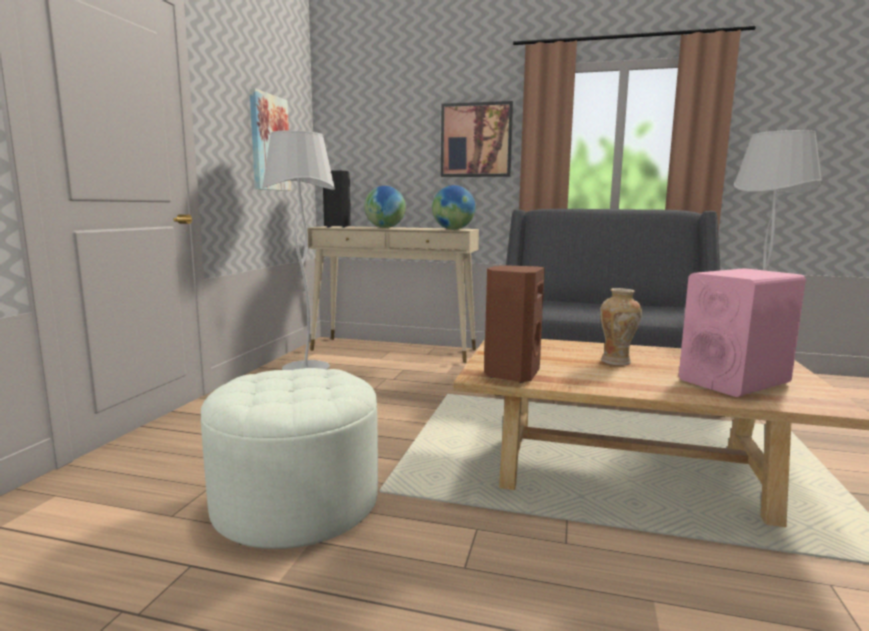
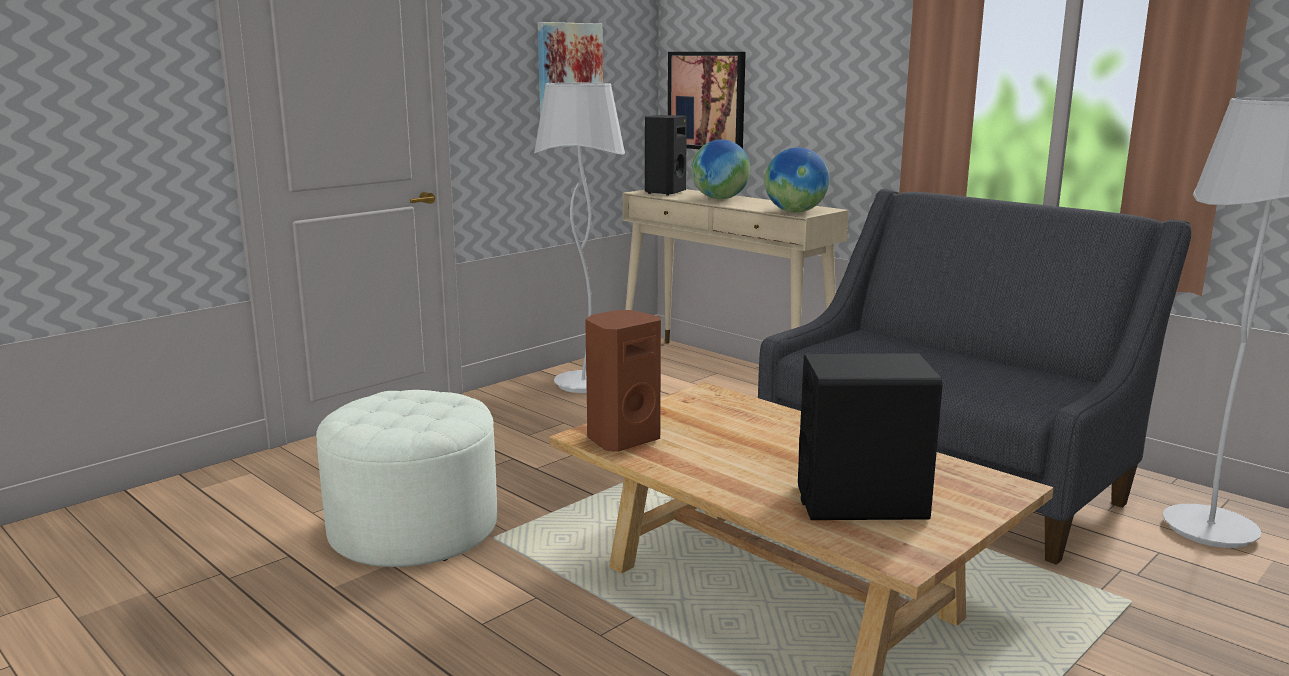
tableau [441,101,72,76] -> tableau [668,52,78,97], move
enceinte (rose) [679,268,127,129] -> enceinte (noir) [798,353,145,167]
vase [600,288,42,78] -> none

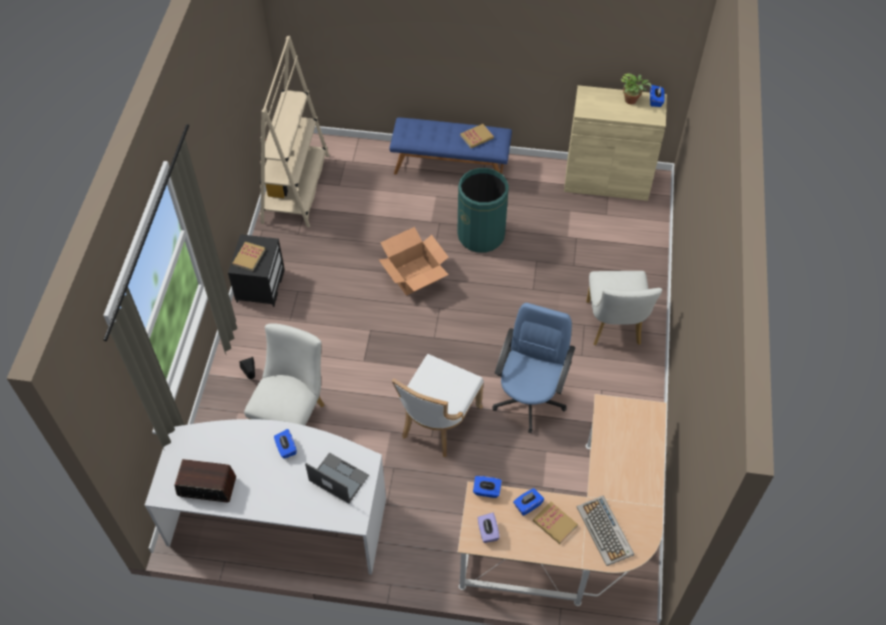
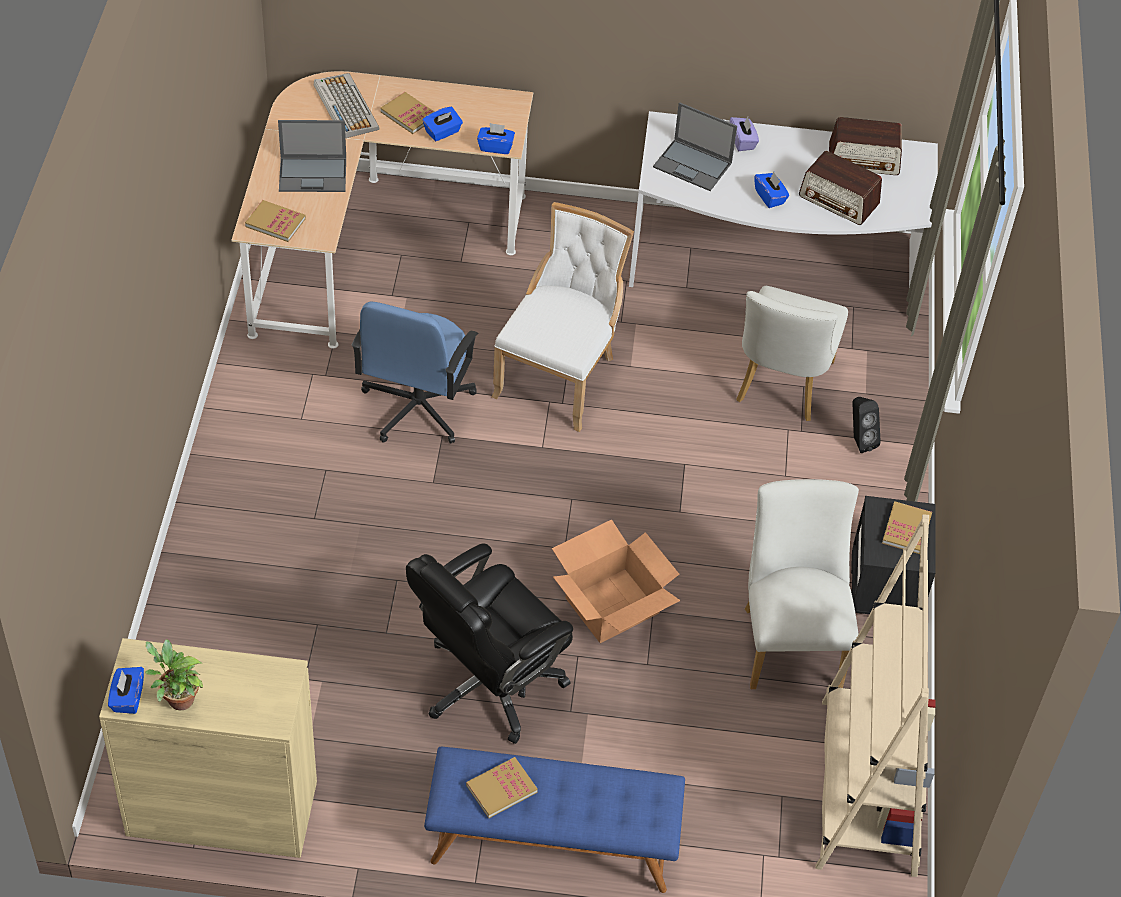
none -> livre [245,200,61,42]
none -> ordinateur portable [278,120,68,72]
poubelle (vert) [457,168,52,85] -> chaise de bureau (noir) [406,544,167,200]
boîte à mouchoirs (violet) [478,513,22,30] -> boîte à mouchoirs (violet) [730,117,29,34], move
chaise (blanc) [586,271,76,74] -> chaise (blanc) [745,479,114,210], move
none -> radio [799,151,83,74]

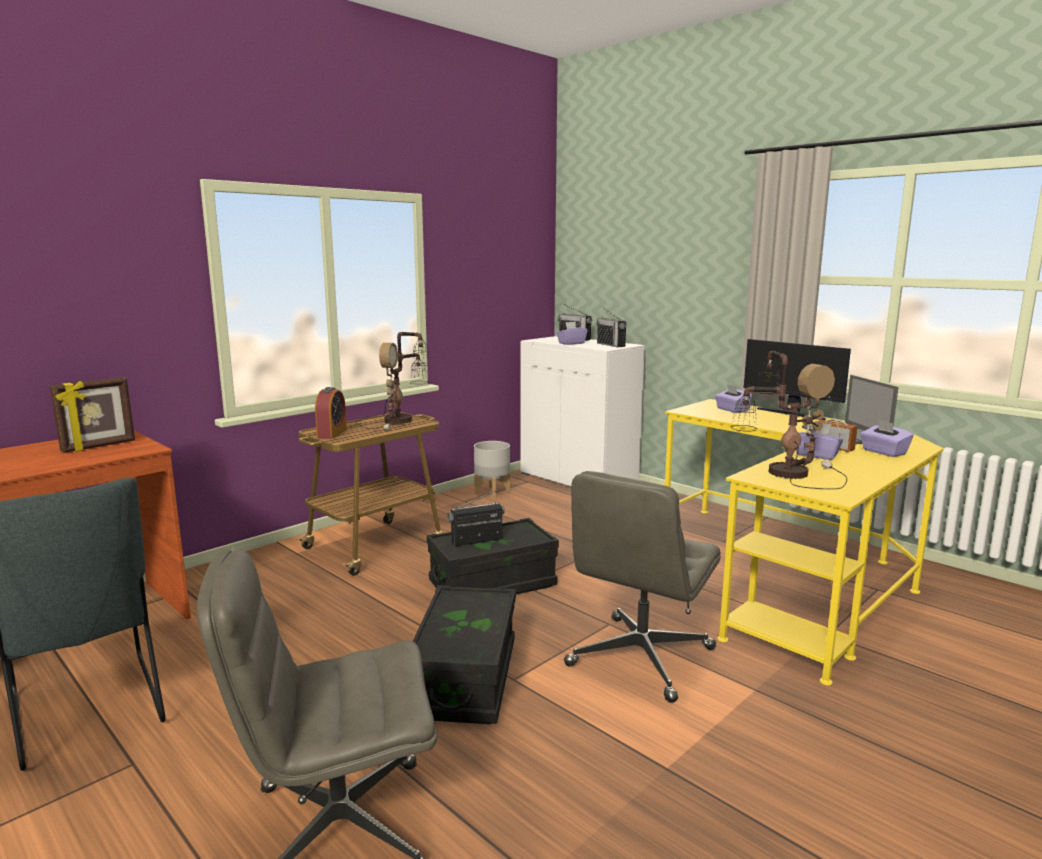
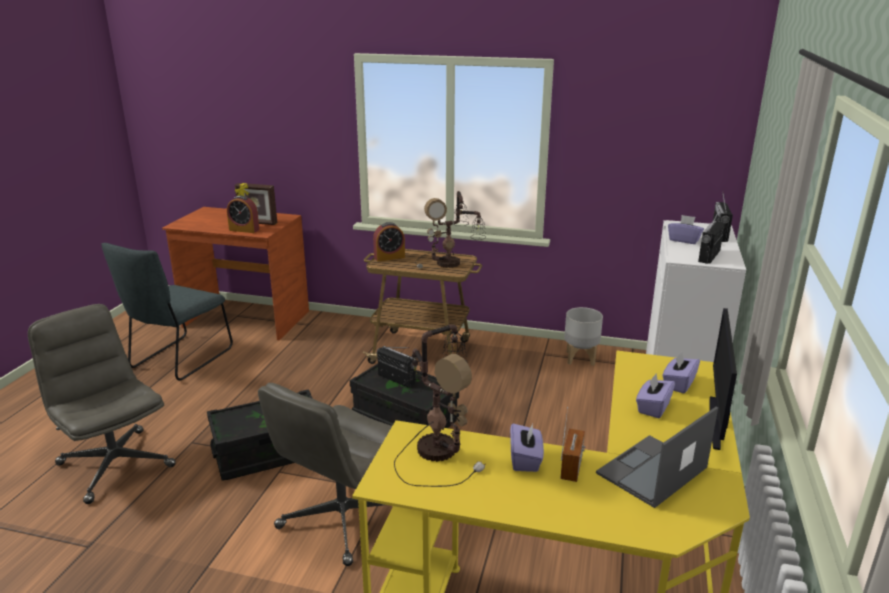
none -> réveil [227,195,33,38]
chaise de bureau (gris) [564,471,157,232] -> chaise de bureau (gris) [258,383,134,183], 60 degrees counterclockwise
boîte à mouchoirs (violet) [860,419,54,38] -> boîte à mouchoirs (violet) [636,373,39,45], move

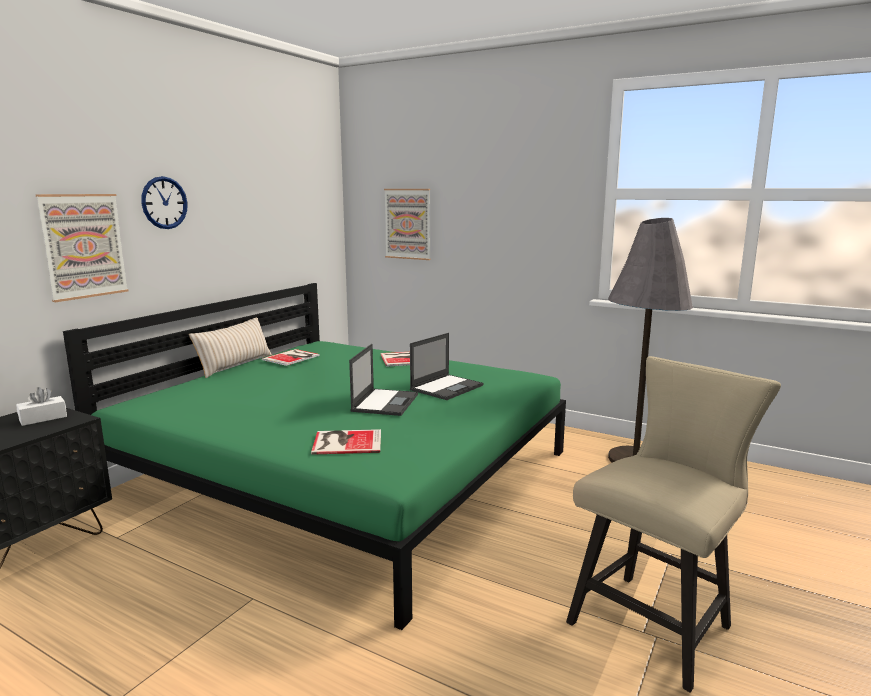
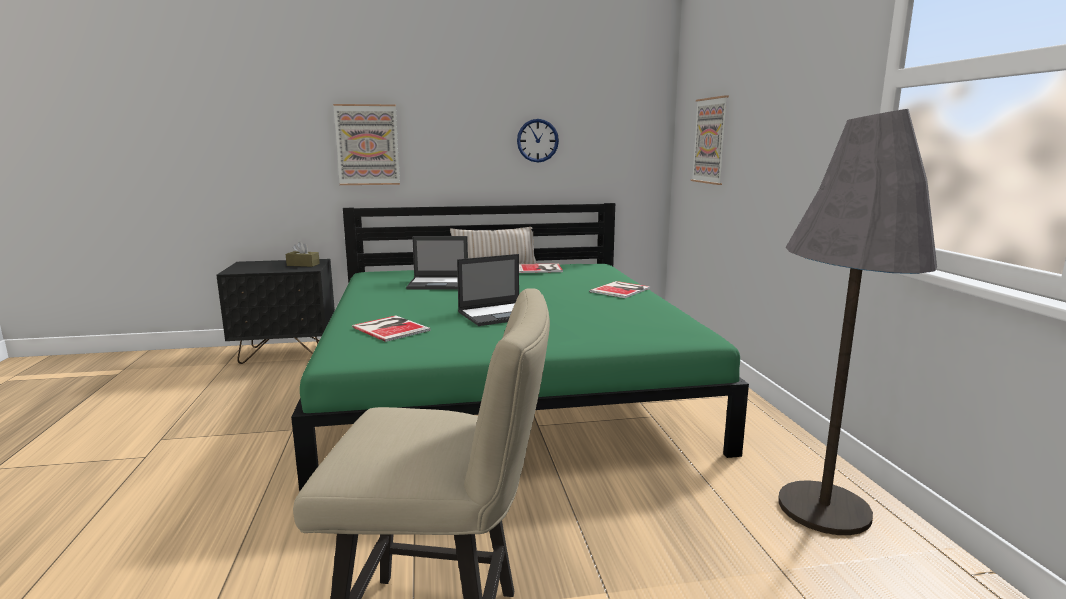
boîte à mouchoirs (blanc) [16,387,51,39] -> boîte à mouchoirs (marron) [286,241,34,26]
ordinateur portable [410,333,73,67] -> ordinateur portable [406,236,62,53], move
horloge murale [141,176,47,53] -> horloge murale [517,119,42,43], move

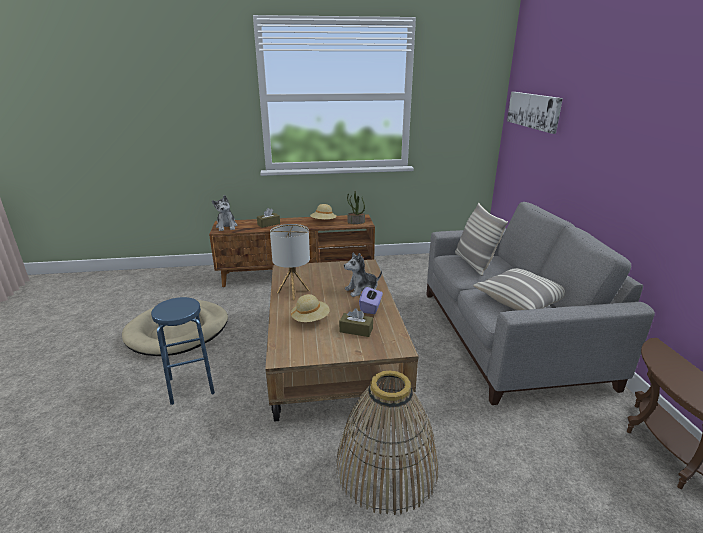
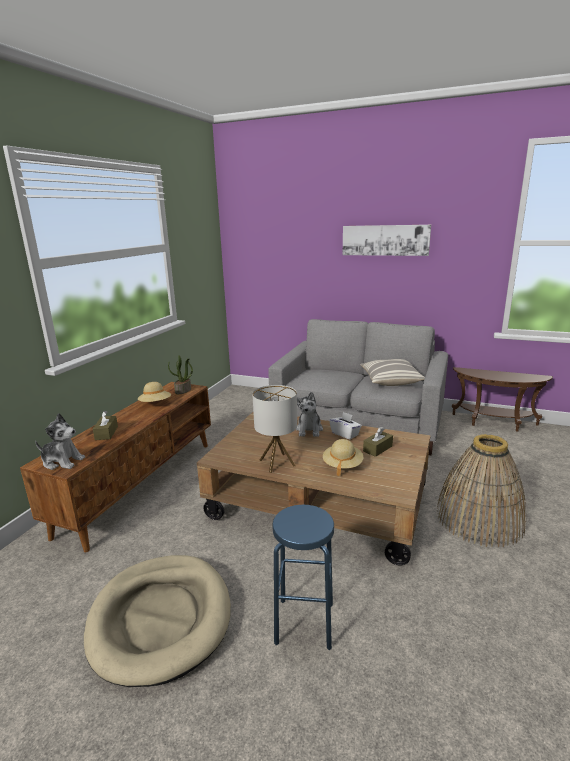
boîte à mouchoirs (violet) [359,287,24,27] -> boîte à mouchoirs (blanc) [329,412,33,27]
tableau [507,92,56,42] -> tableau [343,225,88,31], move
coussin [455,203,53,73] -> none

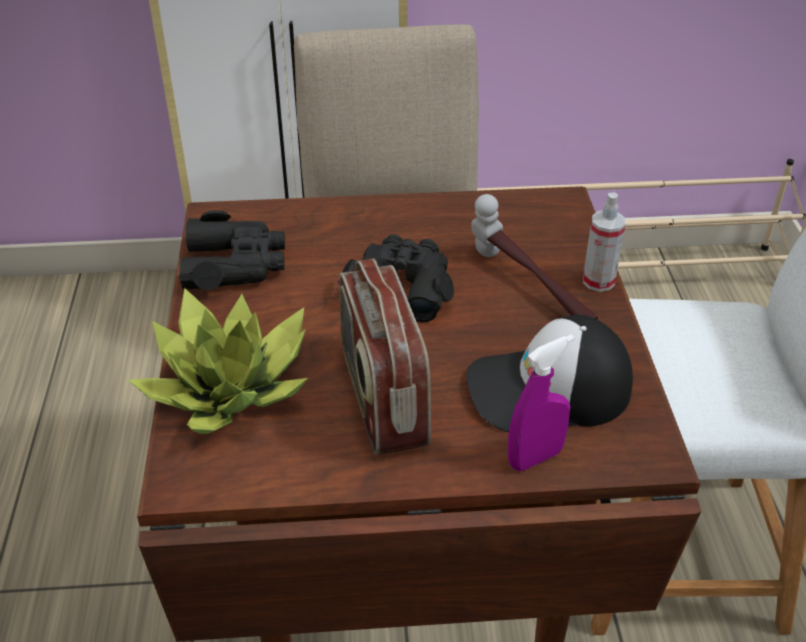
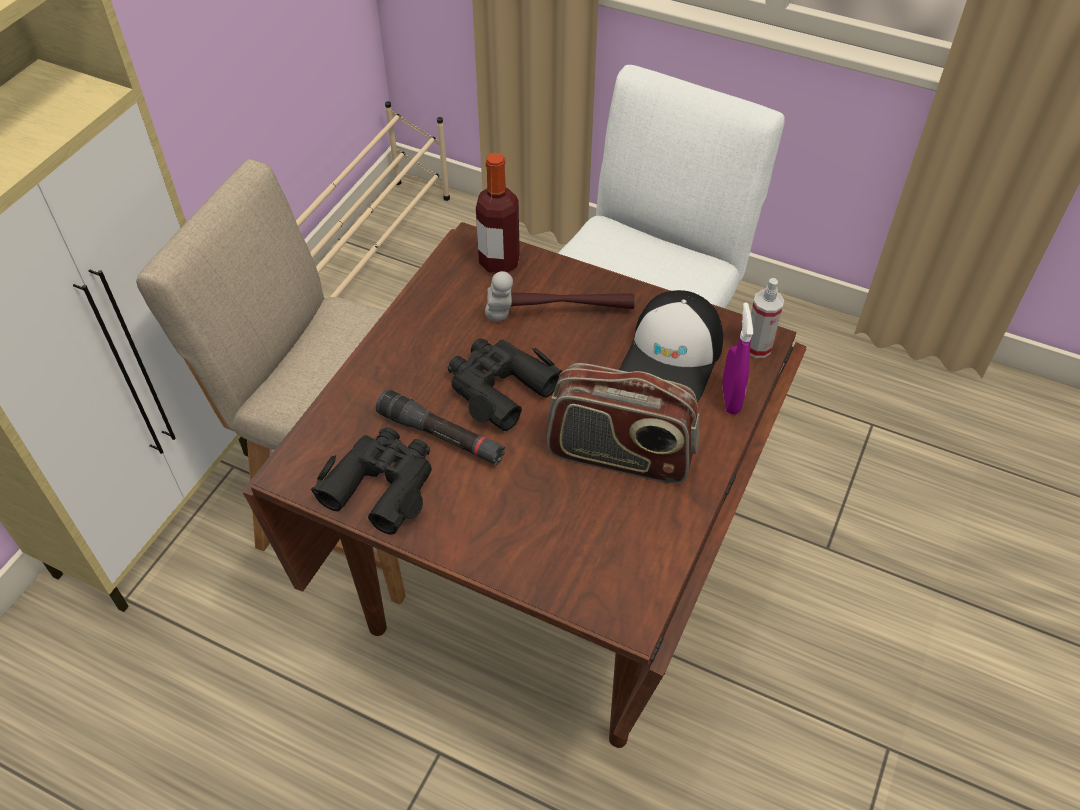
none -> lampe de poche (noir) [376,389,129,76]
none -> bouteille [476,153,44,121]
vaporisateur [583,192,43,100] -> vaporisateur [750,278,34,80], move
plante en pot [128,288,180,146] -> none

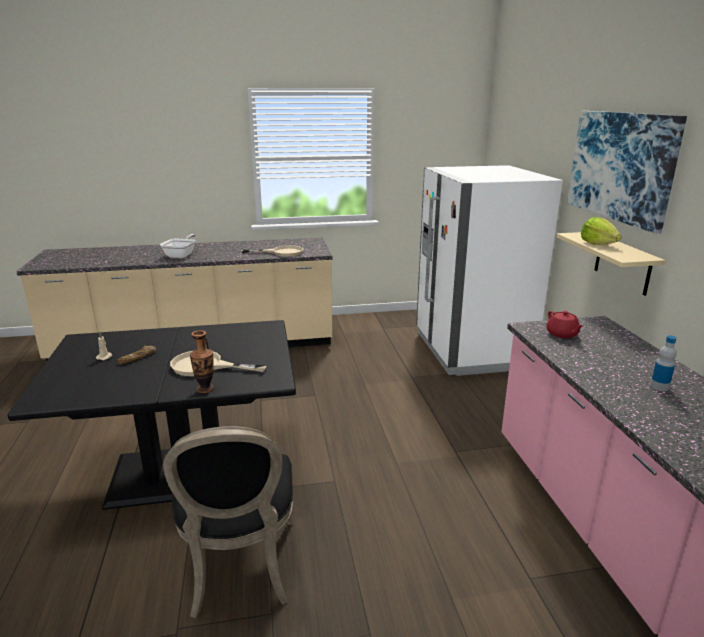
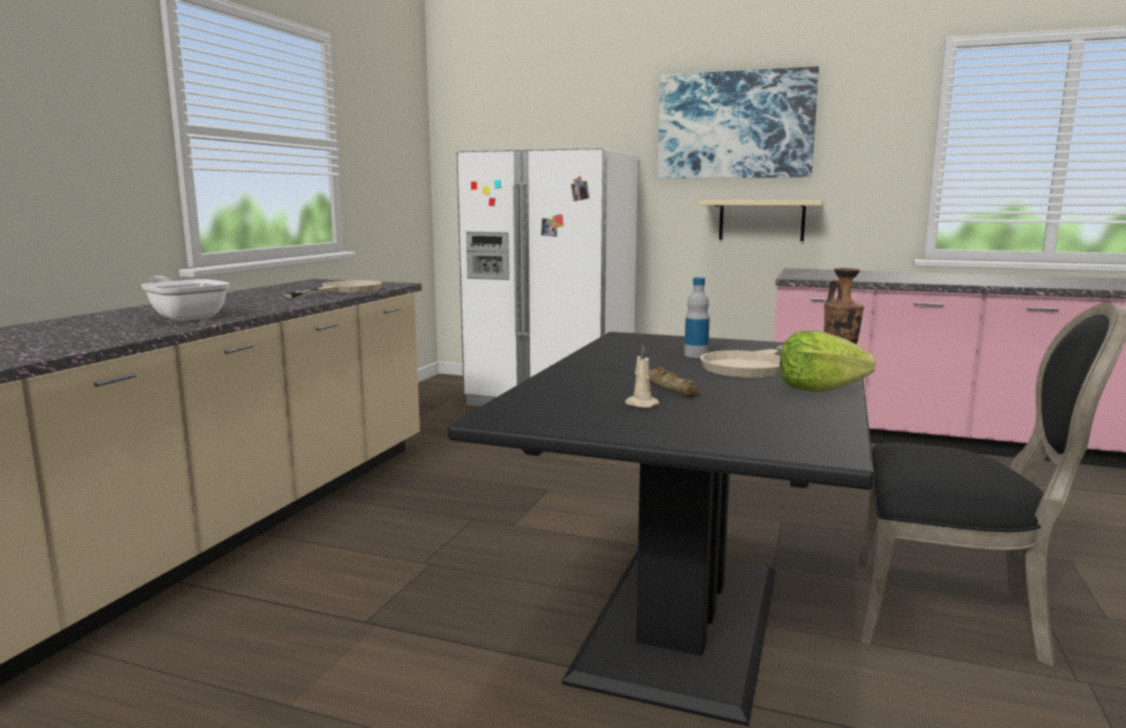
bouteille [650,335,27,56] -> bouteille [684,277,26,81], move
laitue [581,217,41,28] -> laitue [780,331,96,61], move
théière (rouge) [546,311,37,27] -> none

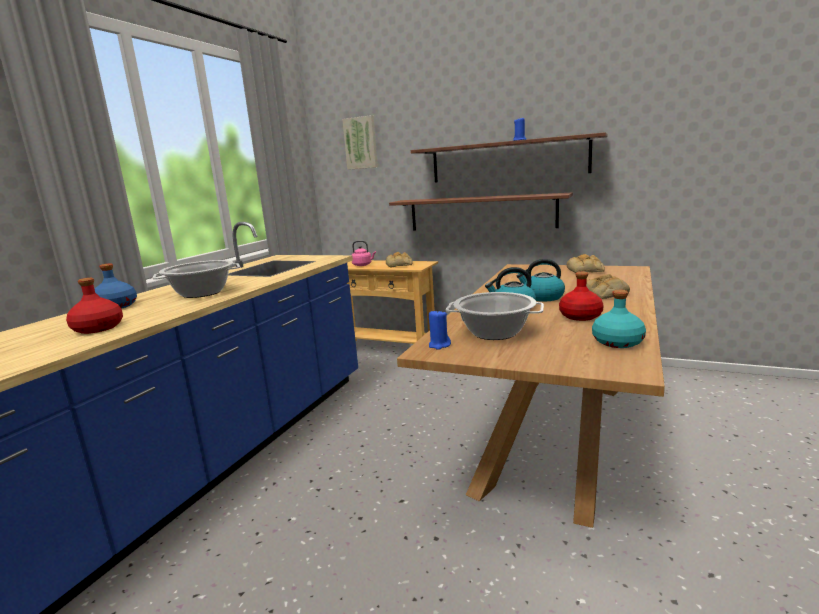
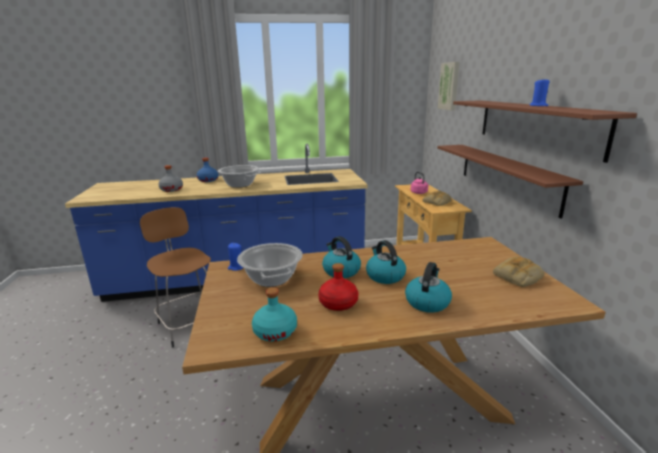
none -> tabouret (marron) [140,207,71,141]
bouteille (rouge) [66,278,57,56] -> bouteille (gris) [158,165,25,27]
pain [586,274,44,25] -> bouilloire [405,262,47,51]

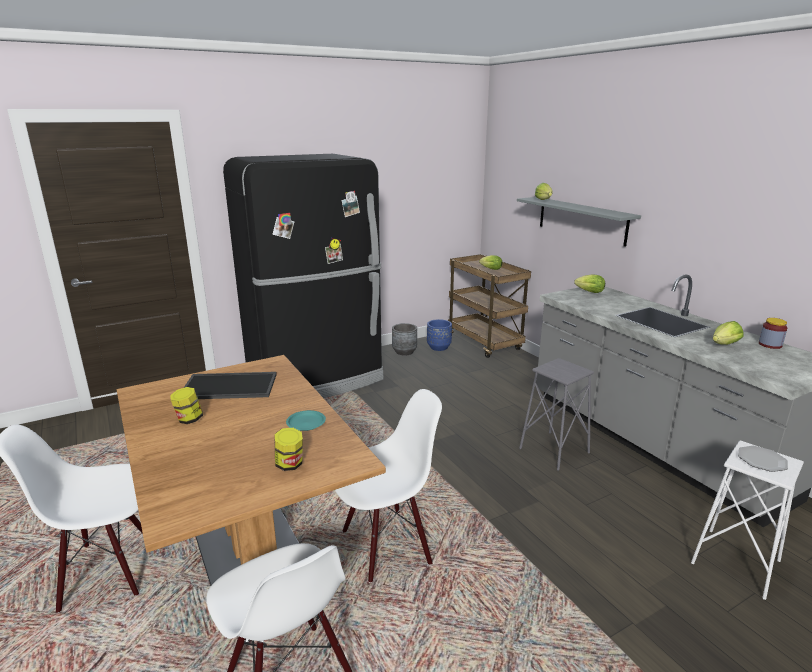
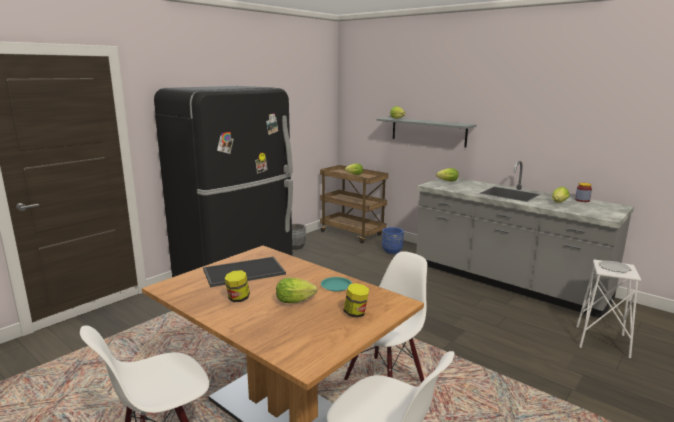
none -> laitue [276,278,42,25]
cache-pot (bleu) [427,319,25,32] -> cache-pot (bleu) [382,227,22,27], move
tabouret (gris) [519,358,75,113] -> none

